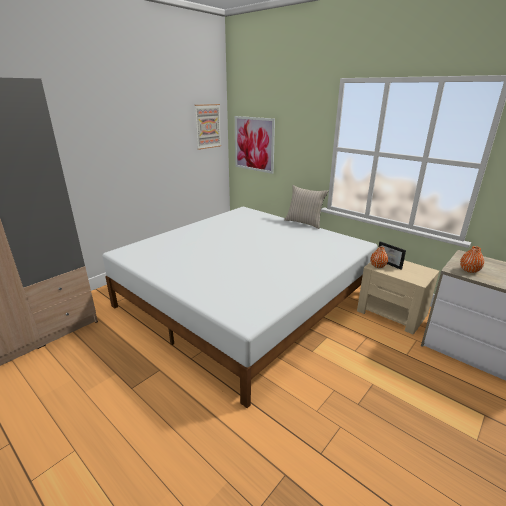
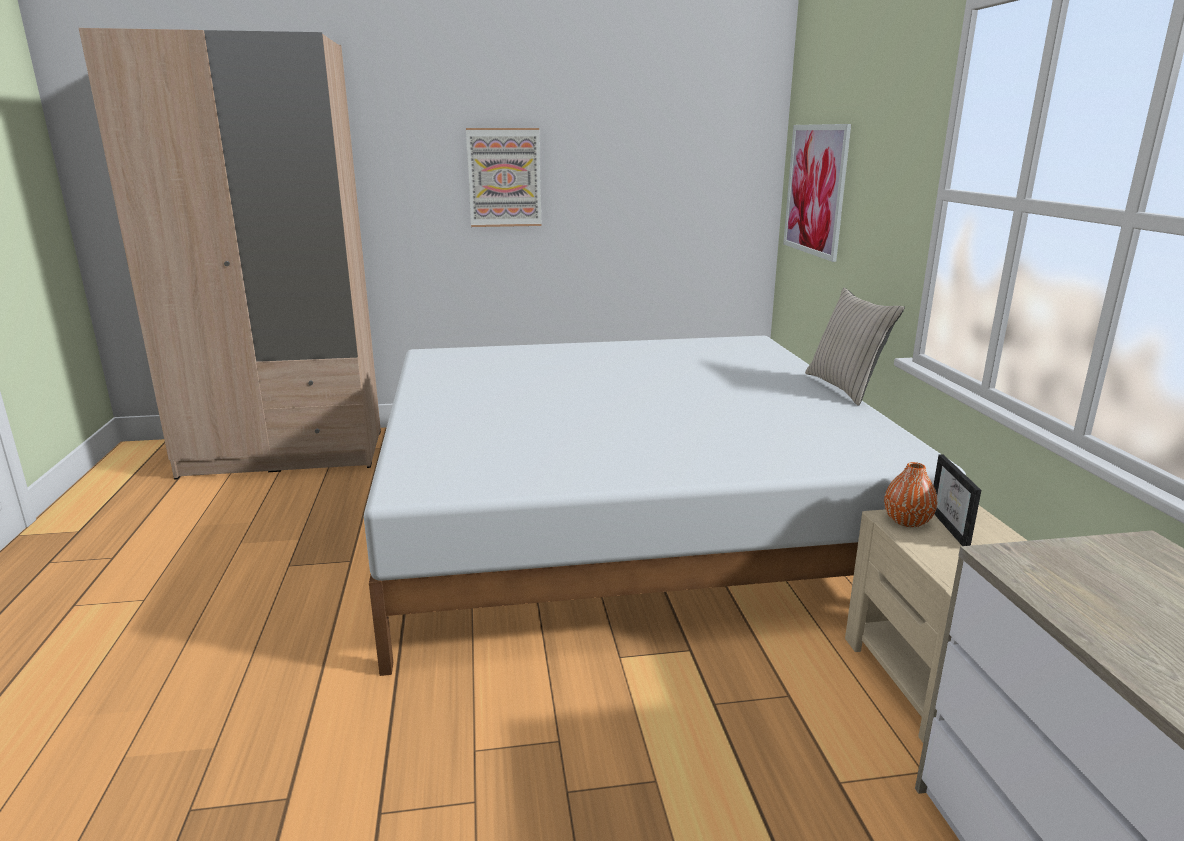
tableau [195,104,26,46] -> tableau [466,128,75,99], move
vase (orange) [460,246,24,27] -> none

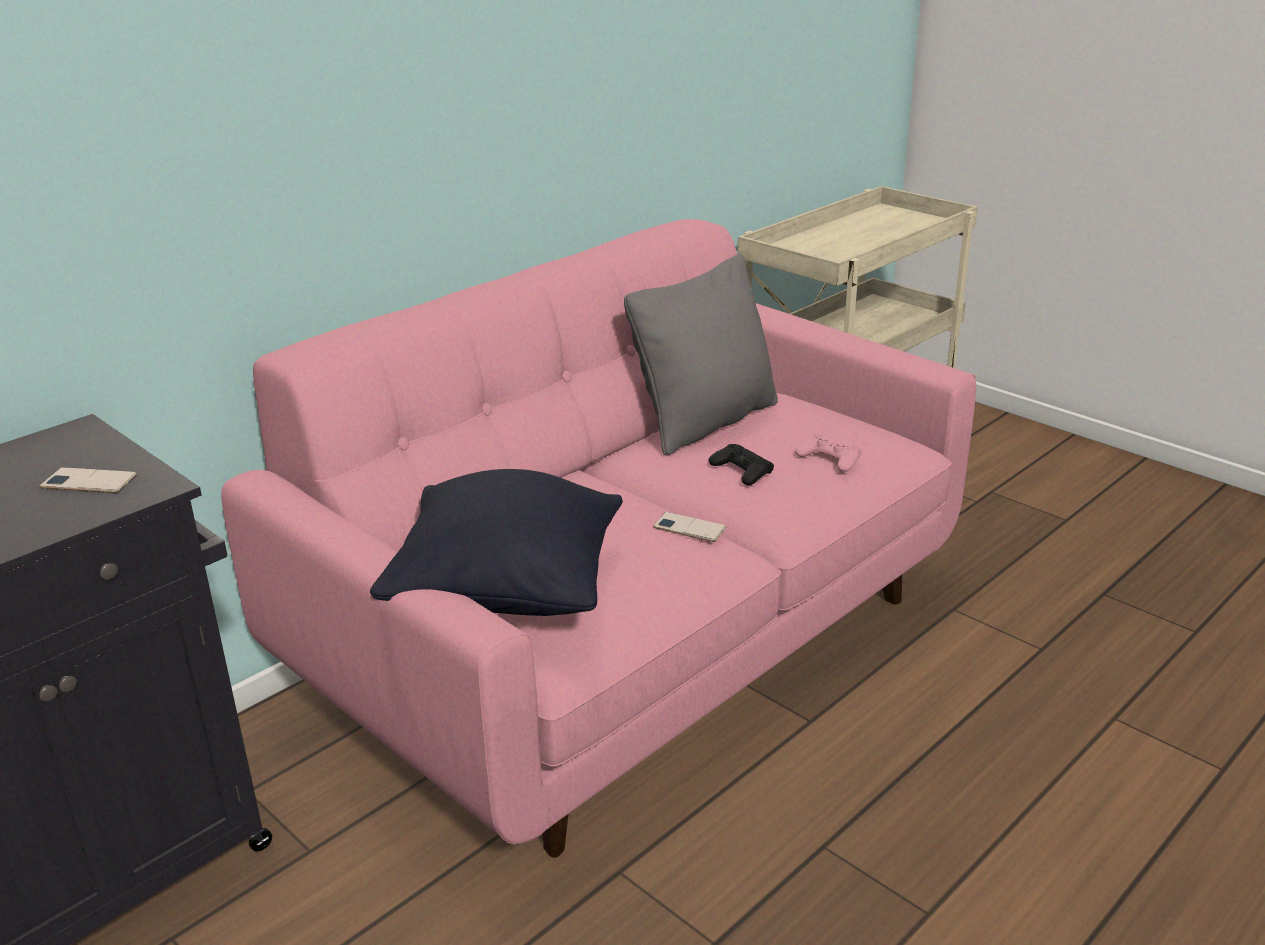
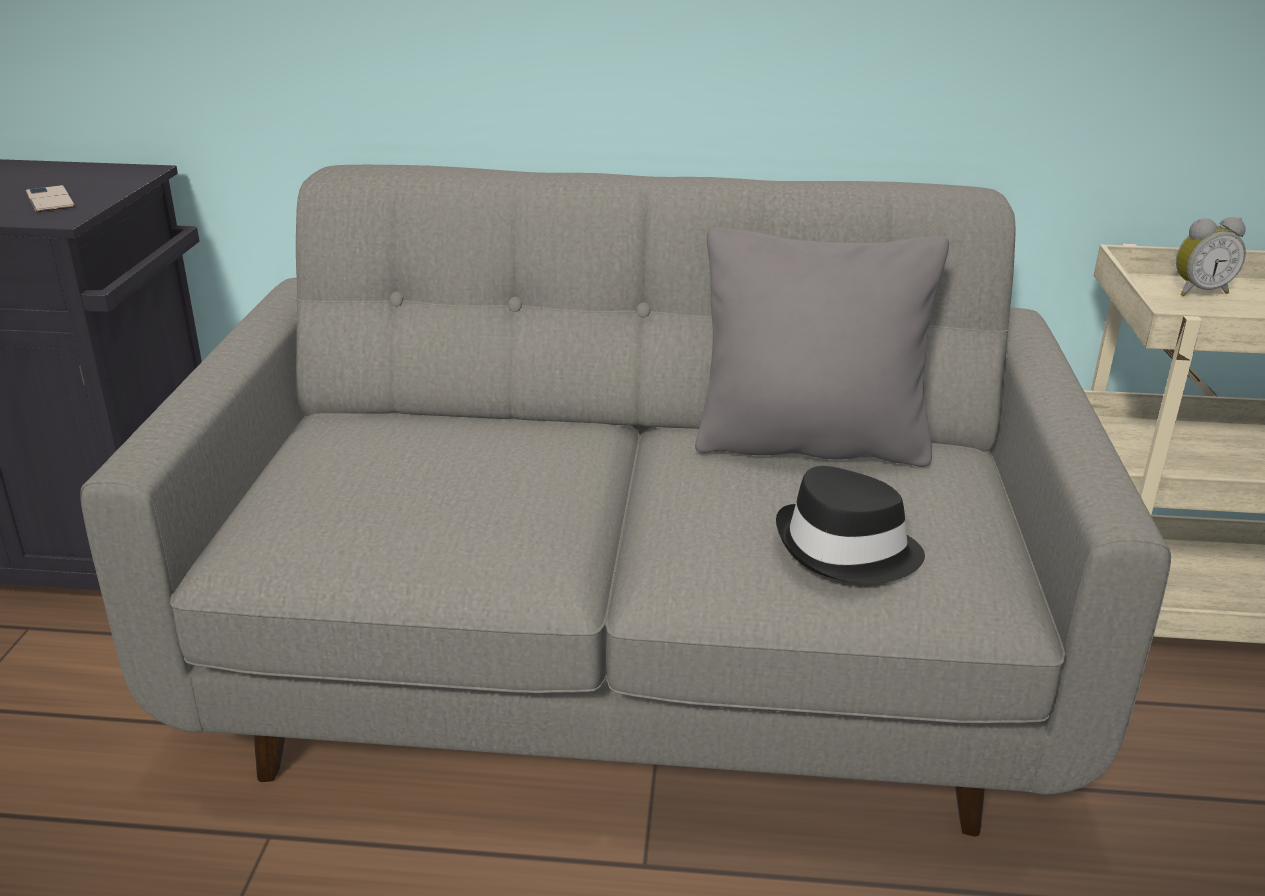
canapé (rose) [221,219,755,639] -> canapé (gris) [80,165,1091,671]
manette (rose) [795,434,67,38] -> chapeau (noir) [776,466,149,118]
none -> réveil [1176,217,70,79]
coussin (noir) [370,469,253,147] -> none
téléphone [653,512,73,30] -> none
manette (noir) [709,444,65,41] -> none

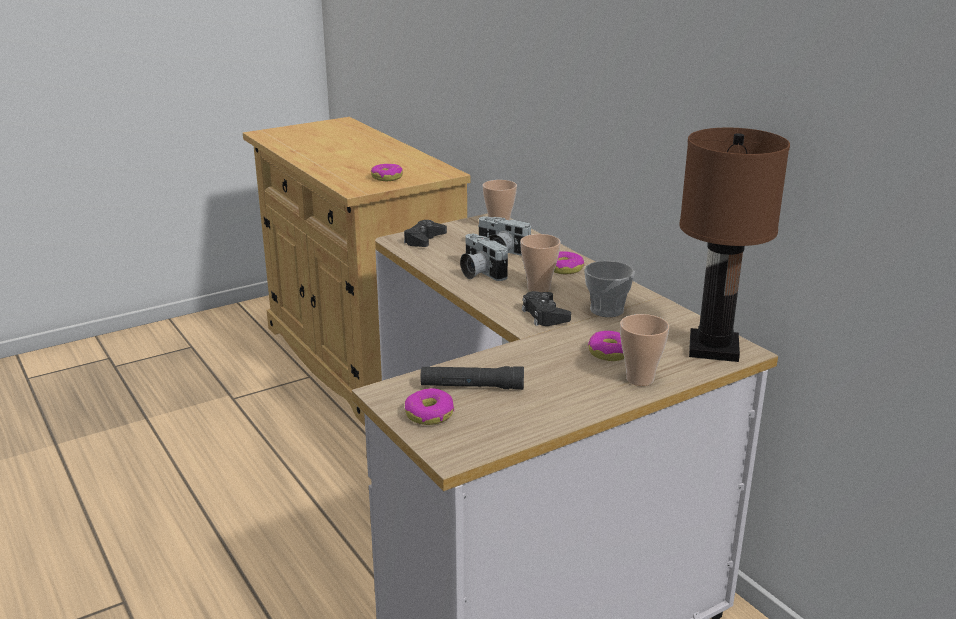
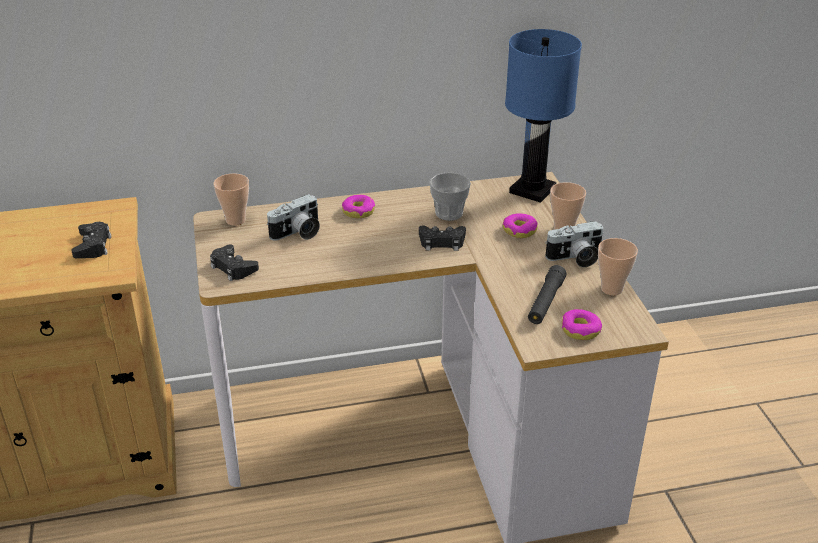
beignet [371,164,32,17] -> manette (noir) [71,222,41,36]
lampe de table (marron) [679,128,111,234] -> lampe de table (bleu) [505,29,77,174]
appareil photo [460,234,48,47] -> appareil photo [545,221,59,46], move
tasse [520,234,41,58] -> tasse [598,238,40,57], move

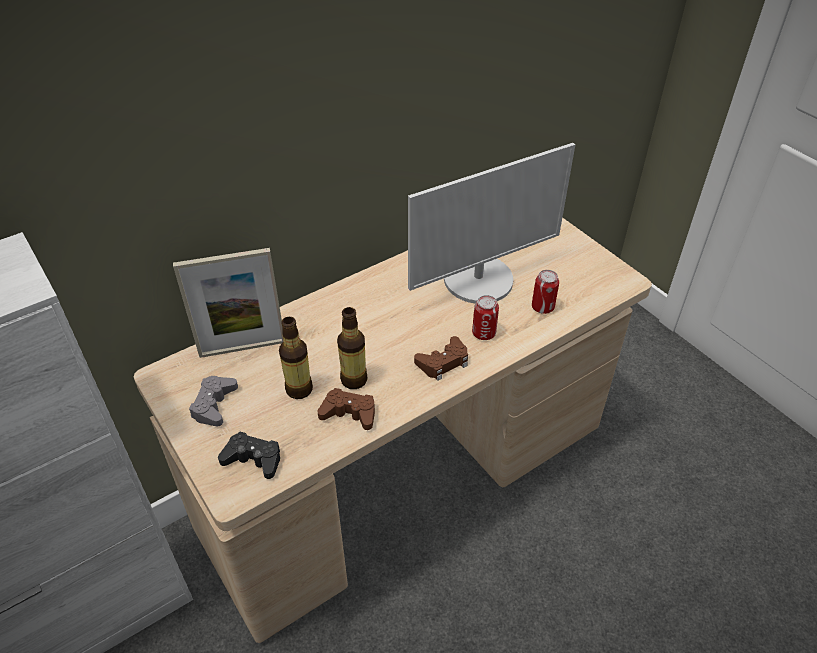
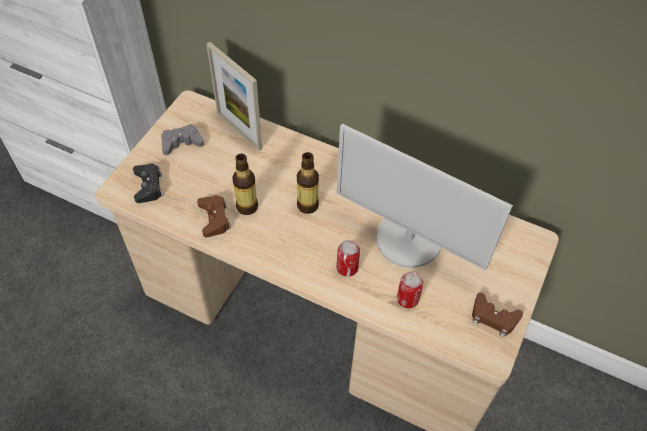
bouteille [279,317,34,82] -> bouteille [297,152,22,62], move
manette (marron) [414,336,54,44] -> manette (marron) [472,292,51,45], move

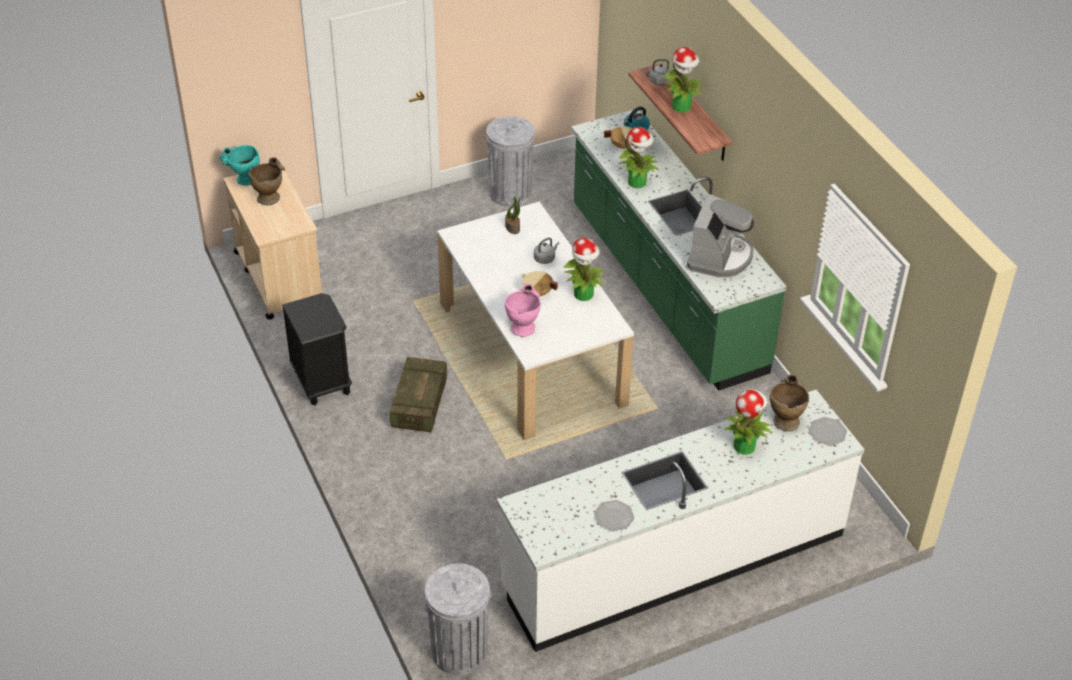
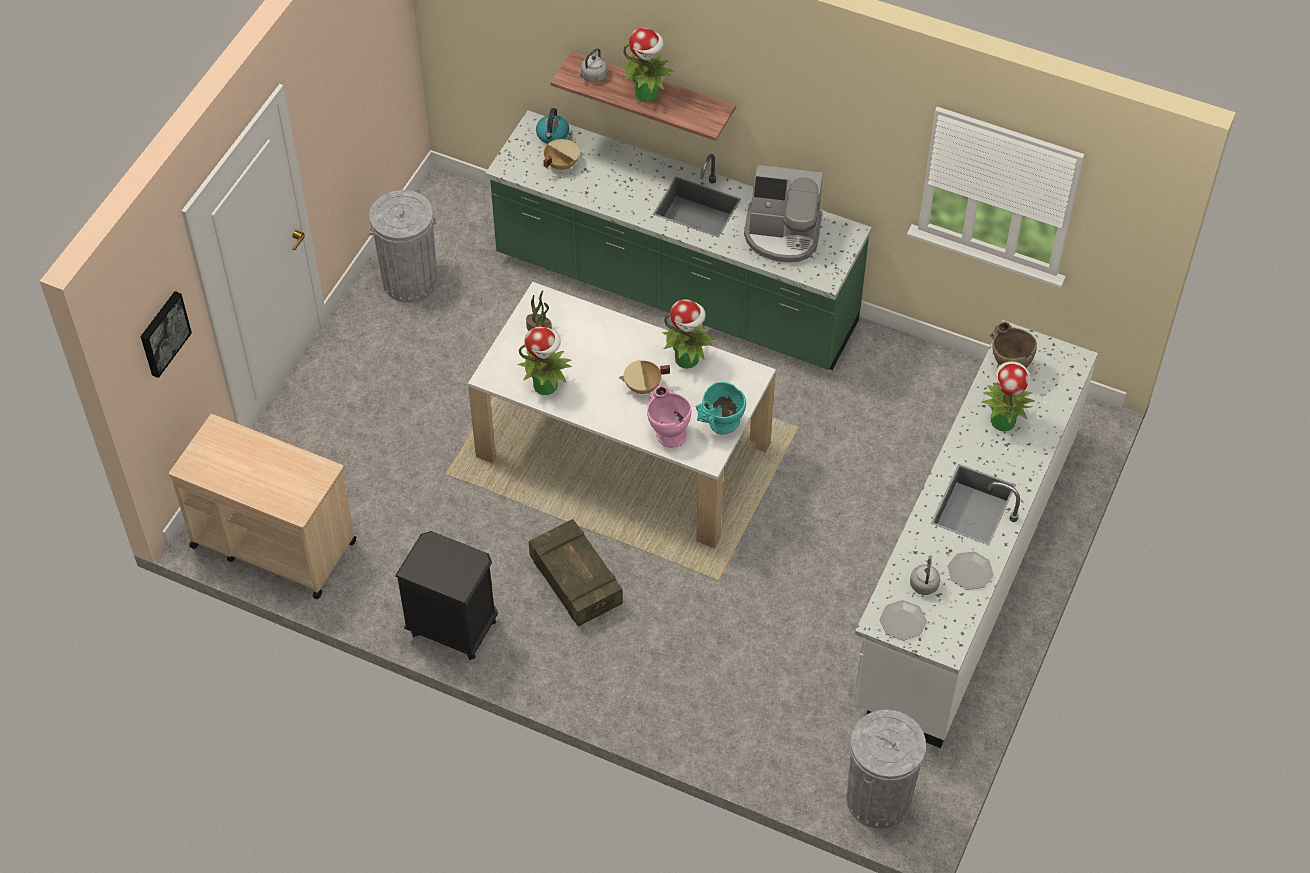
none -> tableau [140,291,52,87]
plante en pot [619,127,40,61] -> plante en pot [518,327,54,68], move
vase (turquoise) [219,145,41,41] -> vase (turquoise) [695,382,51,52], move
machine à café [687,193,67,85] -> machine à café [744,165,79,98], 120 degrees clockwise
assiette [809,417,38,29] -> assiette [880,600,47,41], move
bouilloire (gris) [534,238,25,26] -> bouilloire (gris) [910,555,30,40], move
vase (beige) [249,157,36,48] -> none

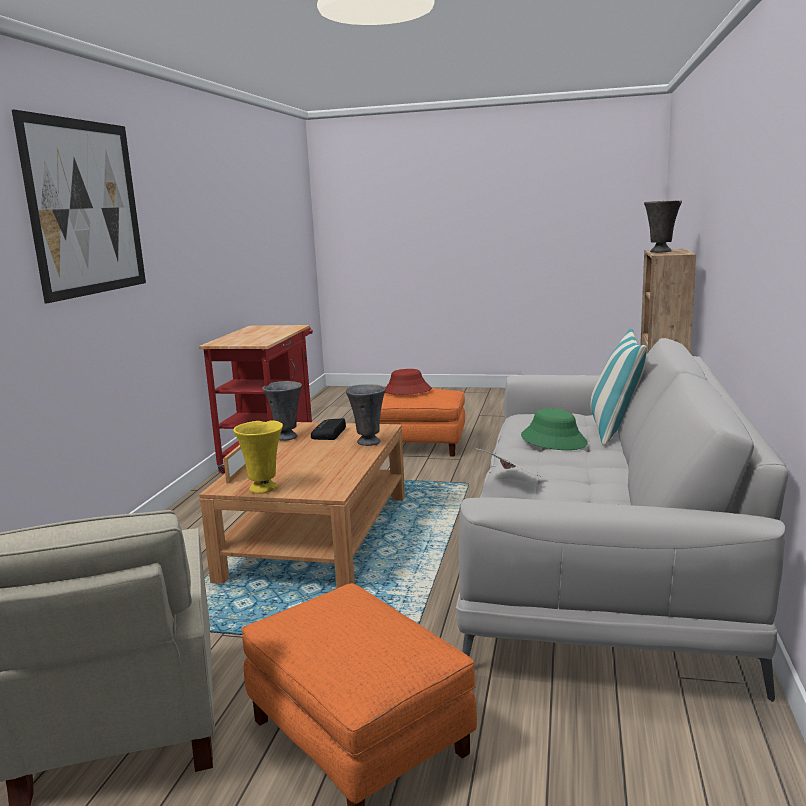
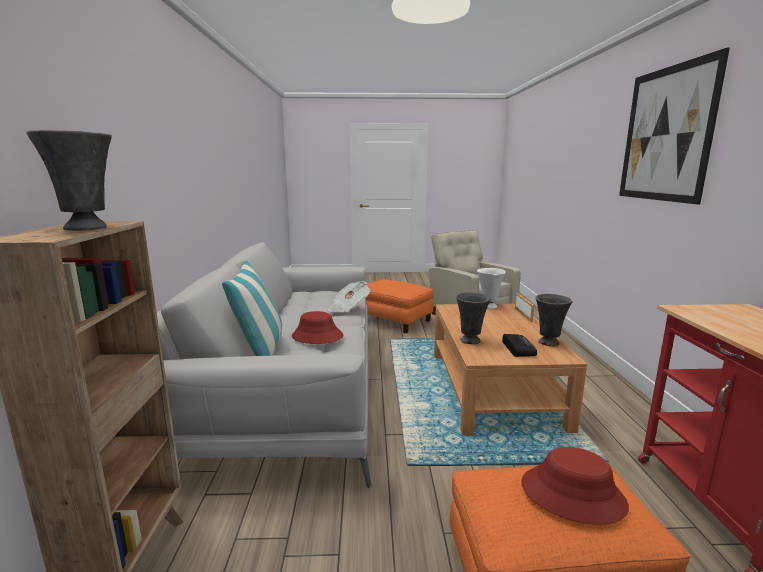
chapeau (vert) [521,408,67,42] -> chapeau (rouge) [292,311,52,33]
vase (jaune) [233,420,50,74] -> vase (blanc) [477,268,29,41]

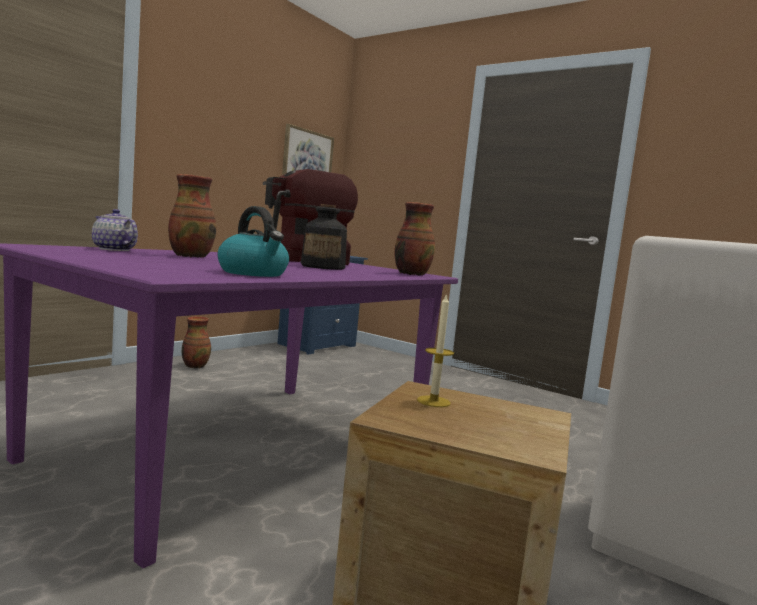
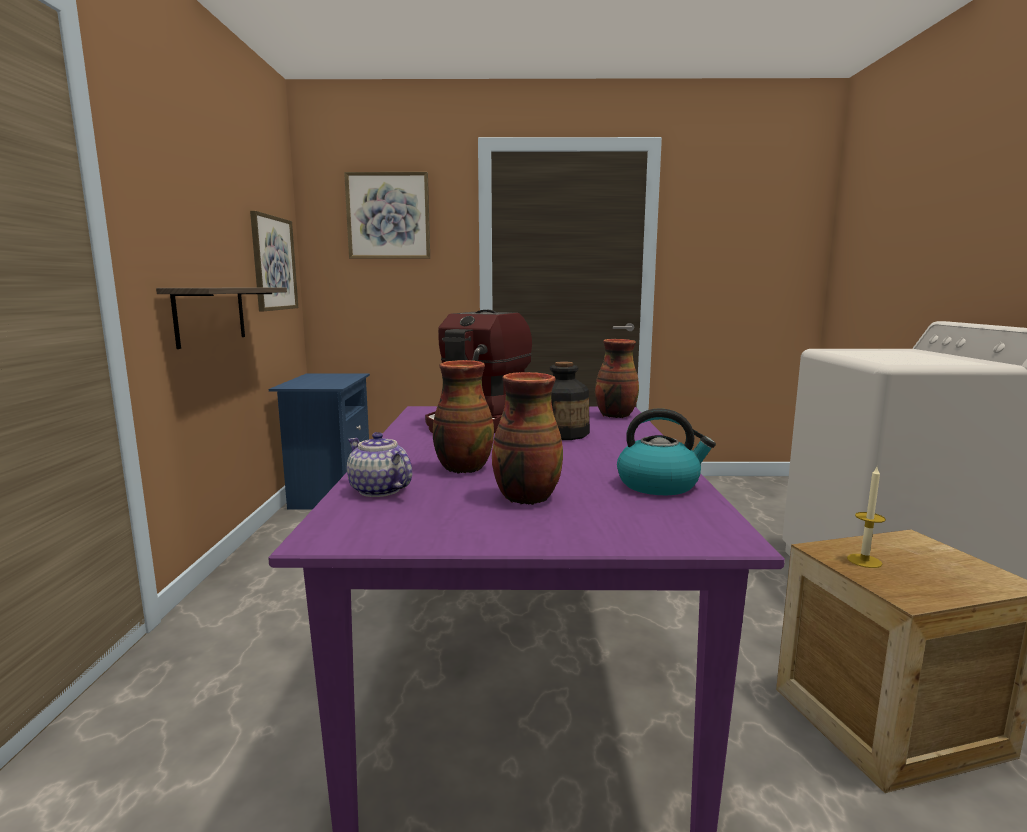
none -> étagère [156,288,131,61]
none -> tableau [344,172,86,87]
théière [92,209,46,42] -> théière [347,432,65,65], 45 degrees clockwise
vase [182,316,29,52] -> vase [492,372,71,133], move

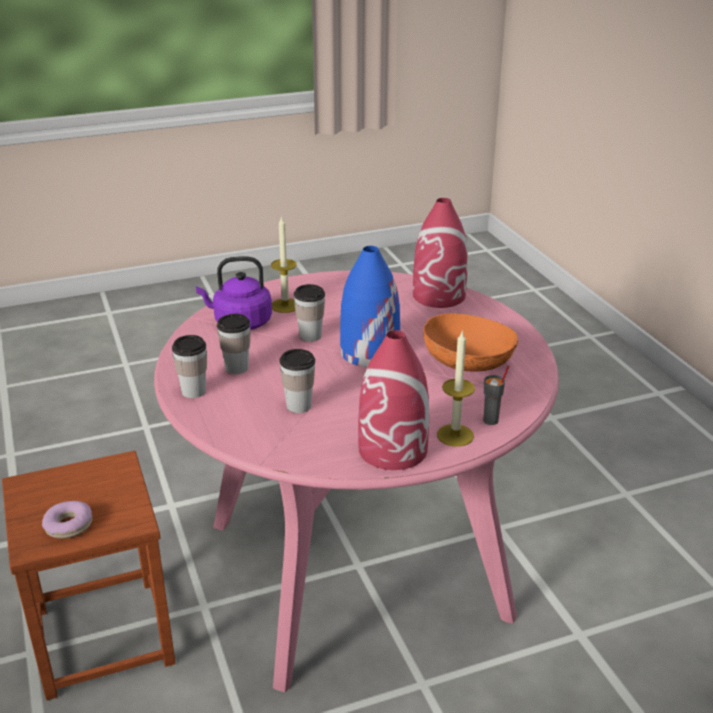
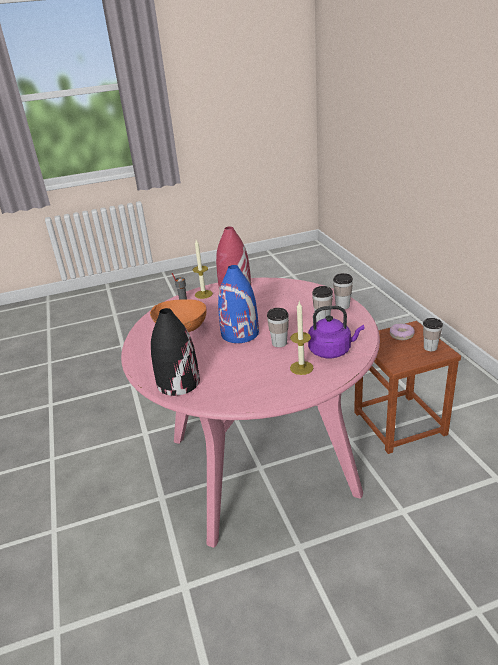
vase (rouge) [413,198,55,110] -> vase (noir) [151,308,49,88]
tasse [279,349,36,64] -> tasse [423,318,20,33], move

